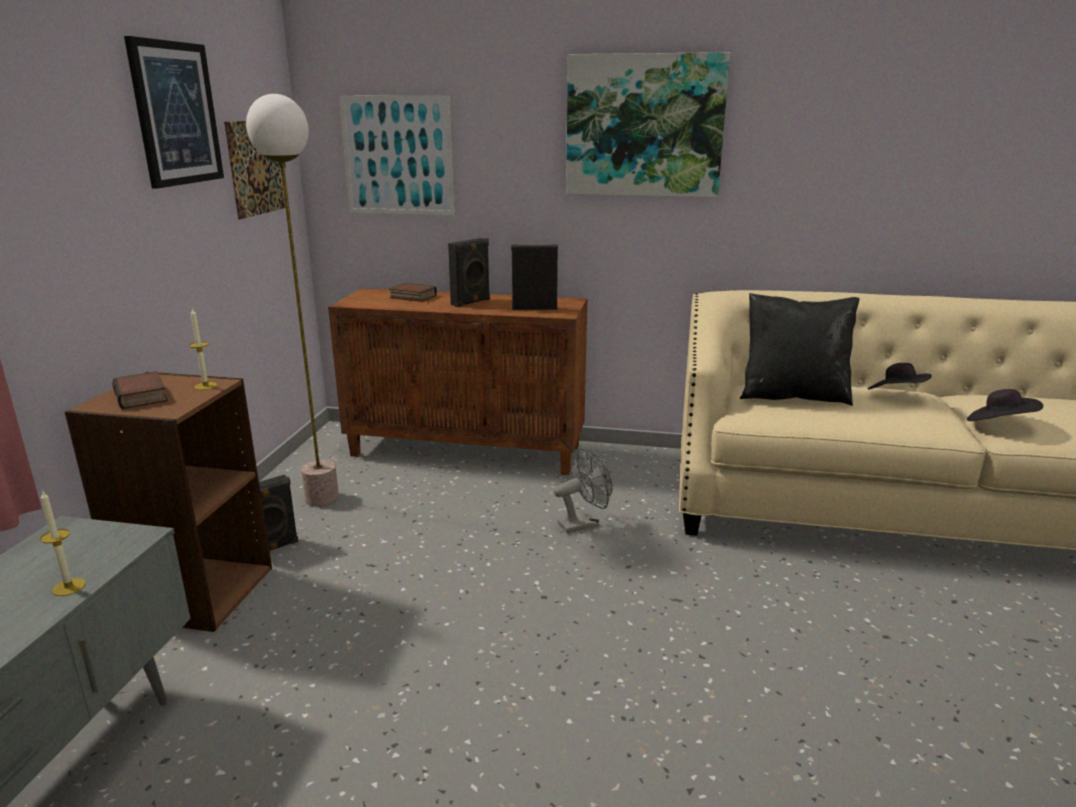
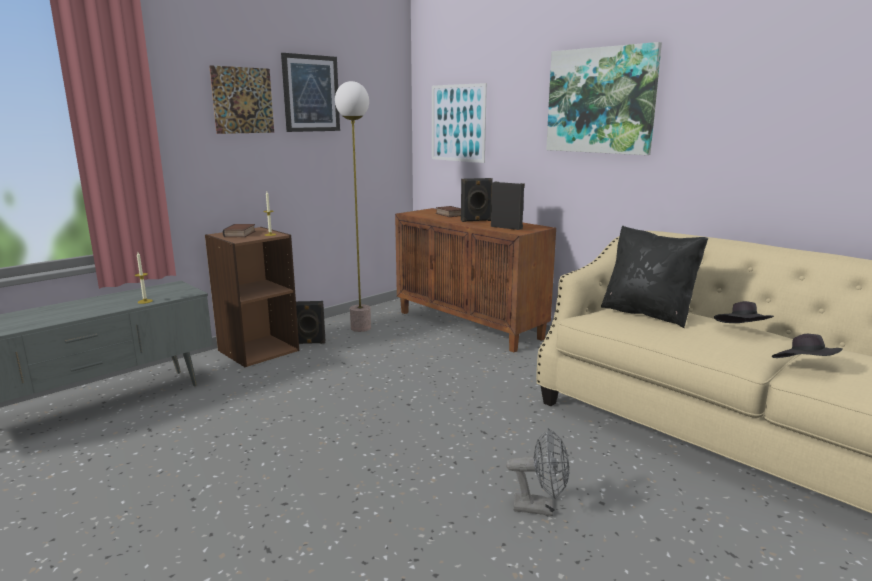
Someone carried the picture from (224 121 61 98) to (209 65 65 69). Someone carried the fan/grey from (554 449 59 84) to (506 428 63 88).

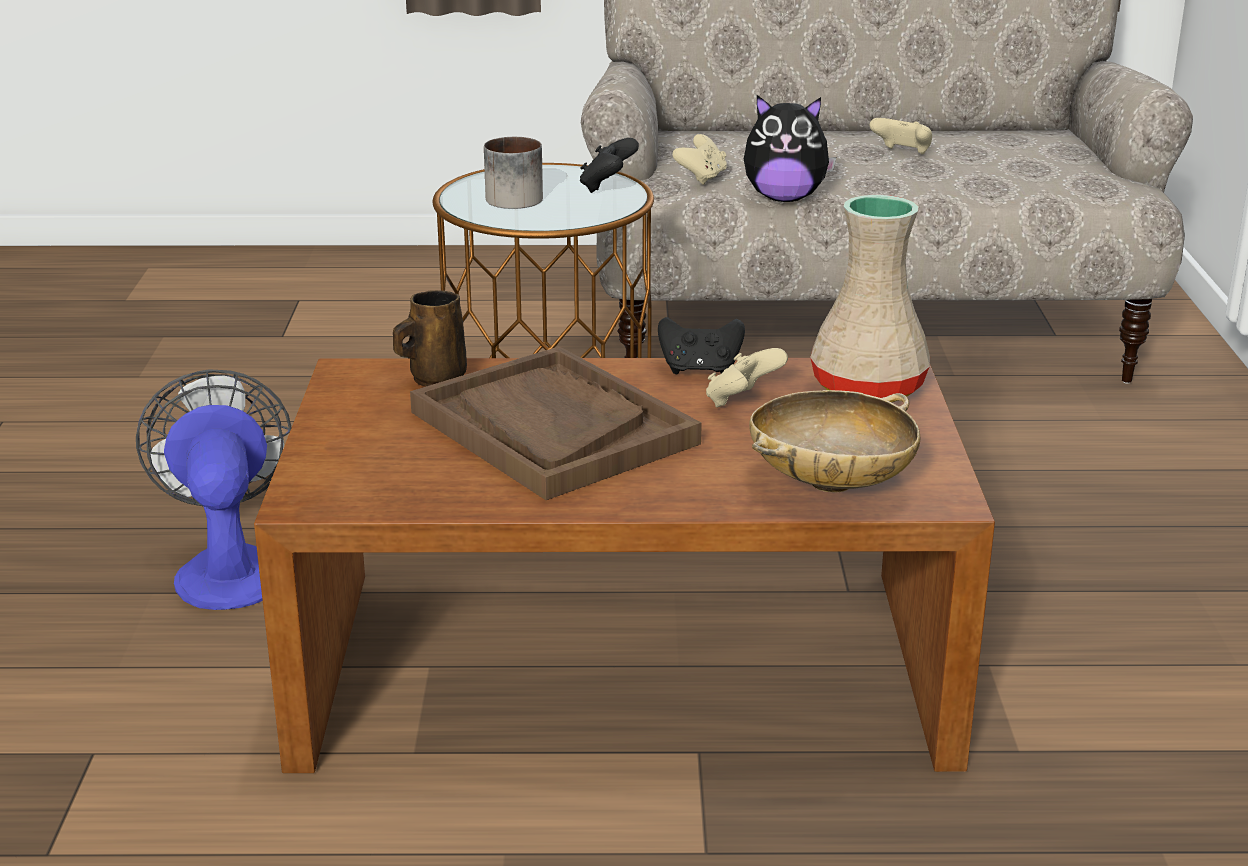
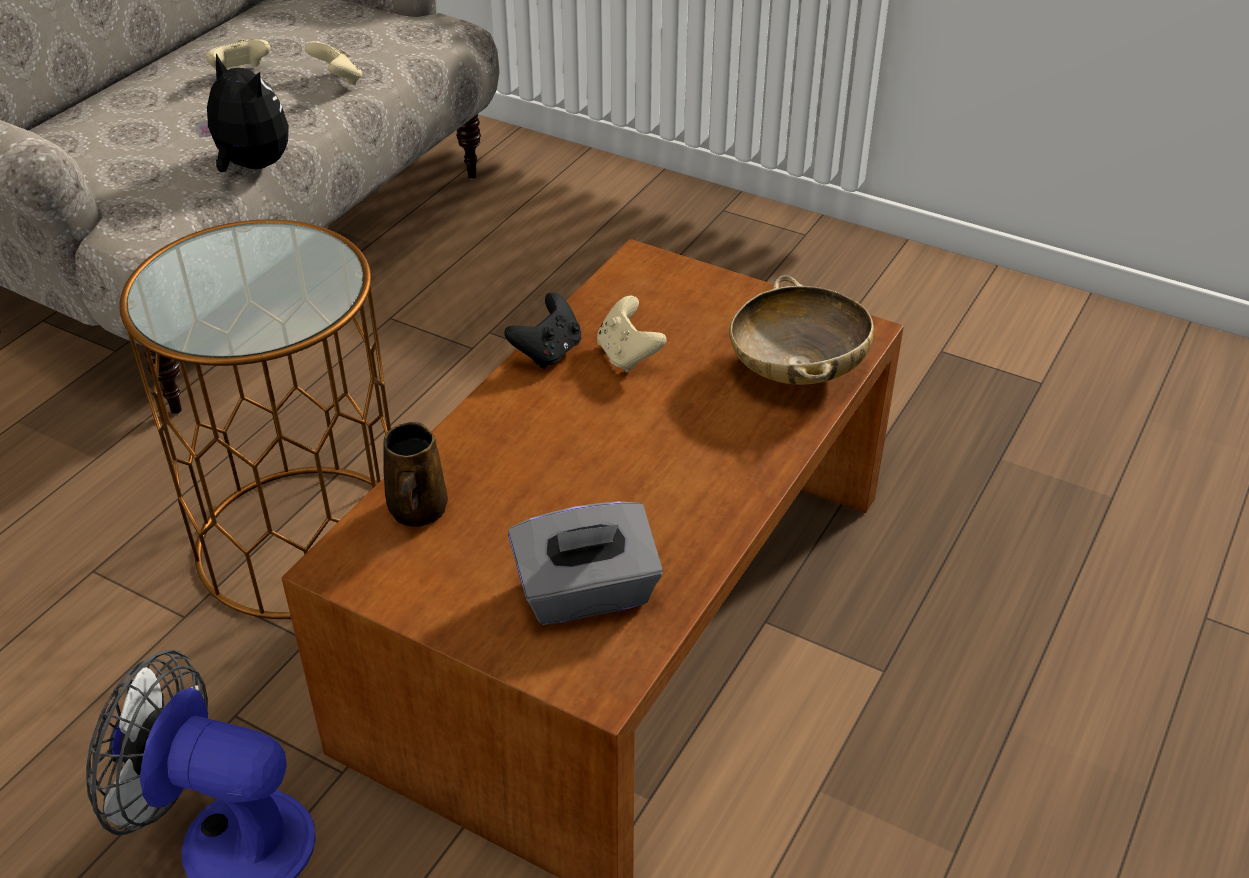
Someone took away the tray/brown at (410 346 292 154). Someone took away the mug at (484 137 59 72). Someone took away the game controller/black at (580 138 59 55). Someone carried the game controller/beige from (672 134 55 51) to (305 41 57 44). Someone rotated the plush toy at (744 95 92 107) by 90 degrees counterclockwise. Someone took away the vase/beige at (810 195 120 207). Someone put down the tissue box/grey at (508 501 155 124).

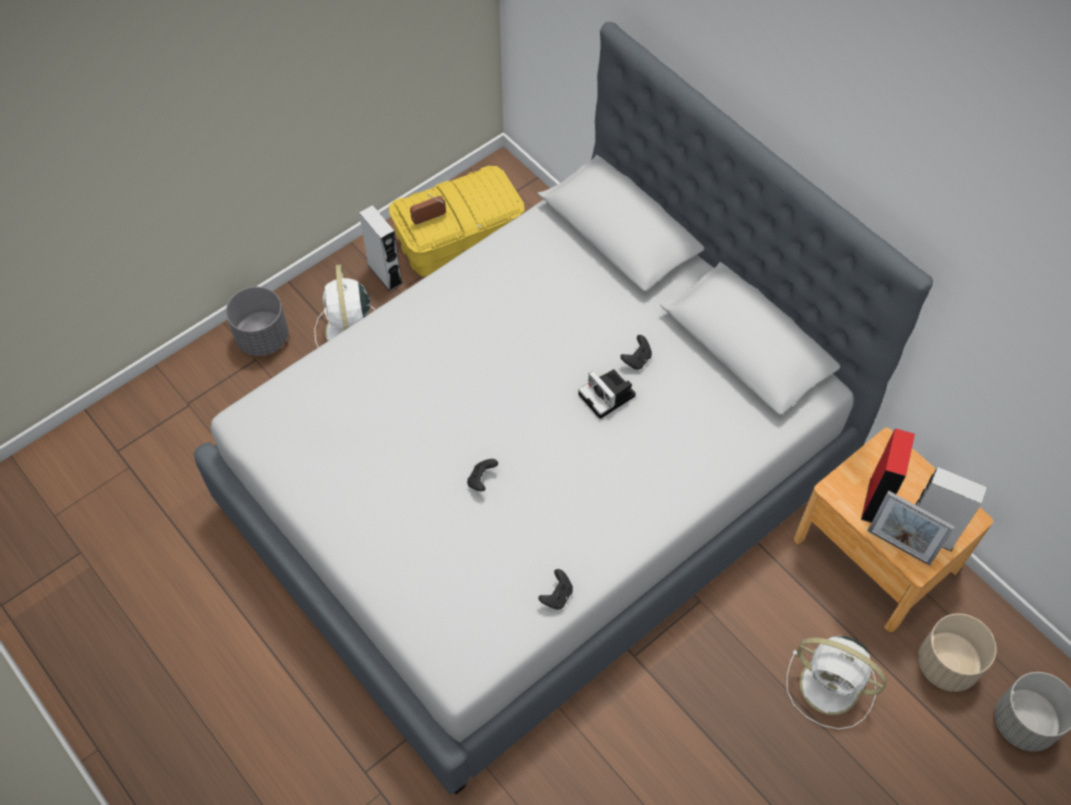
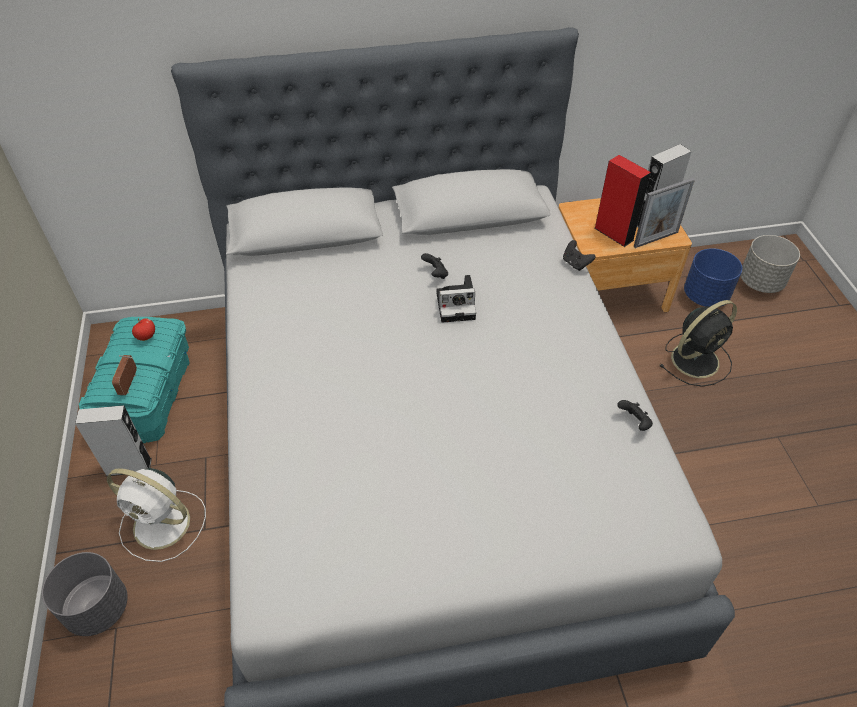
Someone repainted the storage box/yellow at (389 166 136 111), which became the storage box/turquoise at (79 317 111 126). Someone carried the game controller/black from (467 459 31 32) to (563 240 32 31). Someone repainted the fan/white at (787 635 99 95), which became the fan/black at (659 300 78 87). Someone repainted the planter/beige at (918 614 79 78), which became the planter/blue at (684 248 59 59). Someone put down the apple at (132 318 23 23).

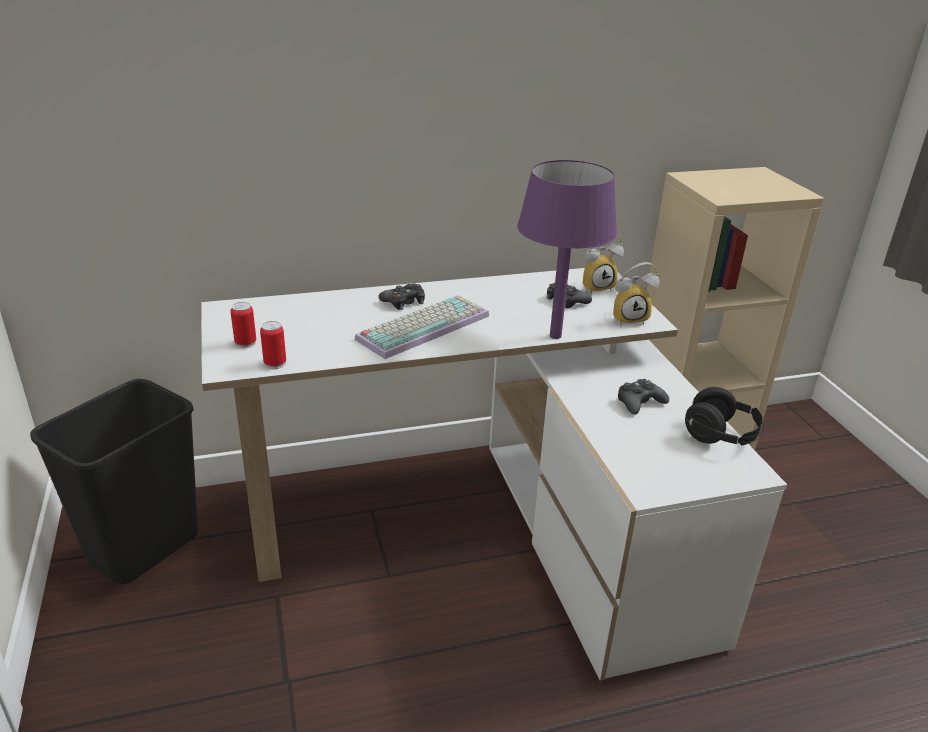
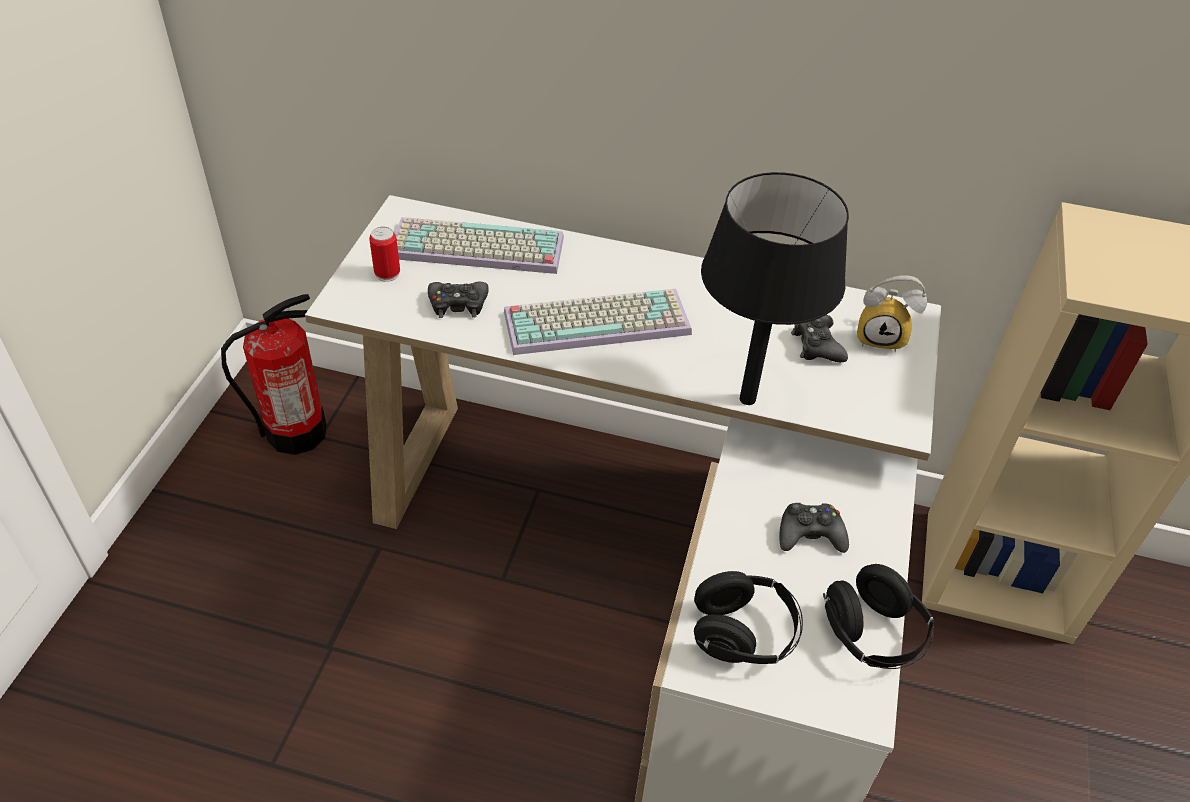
Someone swapped the trash can/black at (30 379 168 205) for the fire extinguisher at (221 294 105 161). Someone took away the can at (260 321 26 48). Someone carried the game controller/black from (379 283 46 27) to (428 282 61 36). Someone repainted the table lamp/purple at (517 160 100 179), which became the table lamp/black at (701 172 148 233). Someone took away the alarm clock at (613 262 47 63). Someone put down the keyboard at (395 217 169 57). Someone put down the headphones/black at (694 571 109 93).

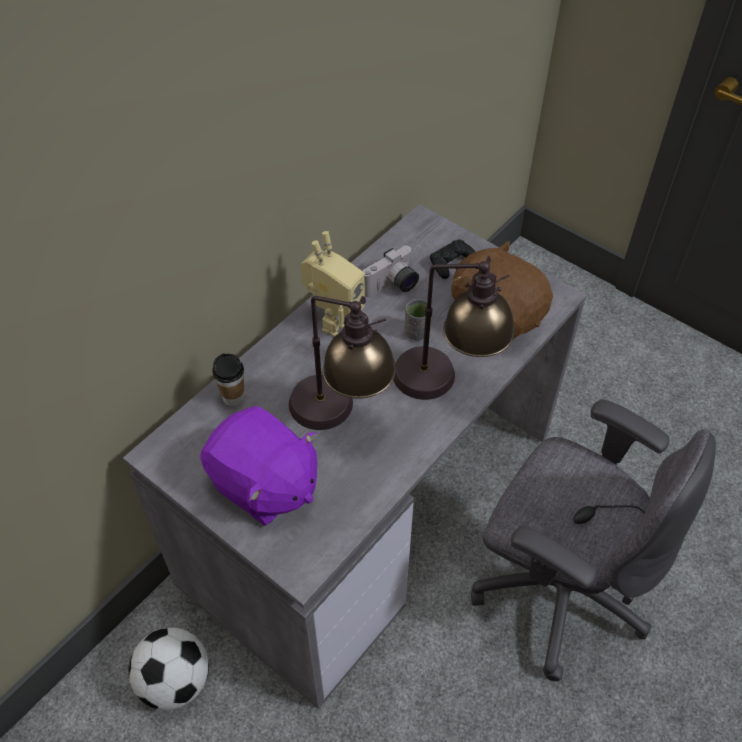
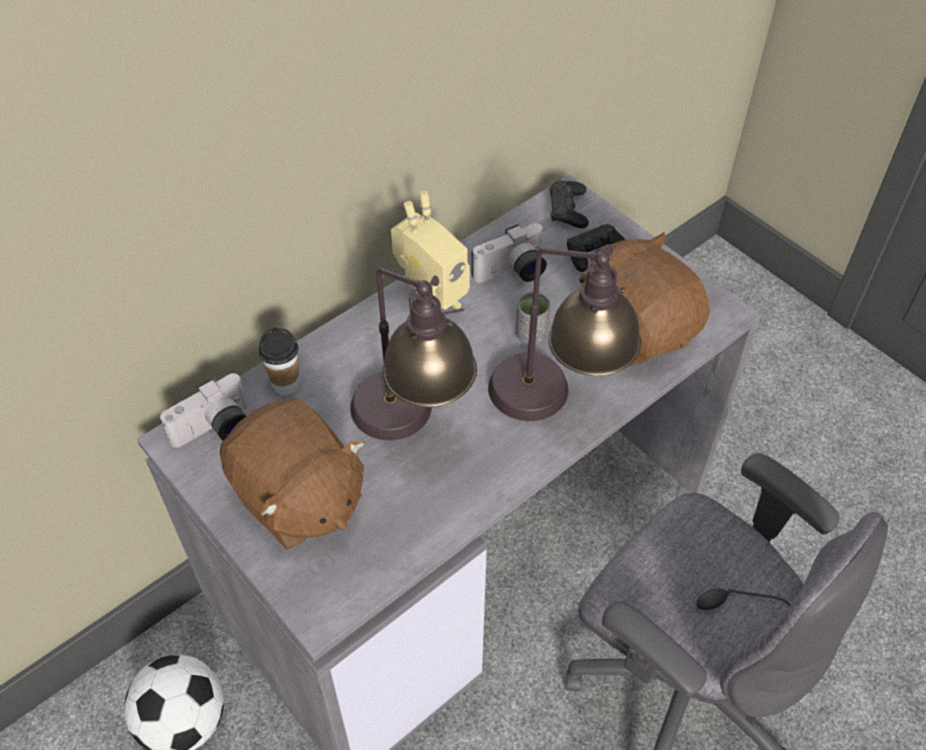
Someone repainted the plush toy/purple at (200 406 117 120), which became the plush toy/brown at (220 398 145 152). Someone put down the photo camera at (160 373 87 75). Someone put down the game controller/black at (550 180 39 48).

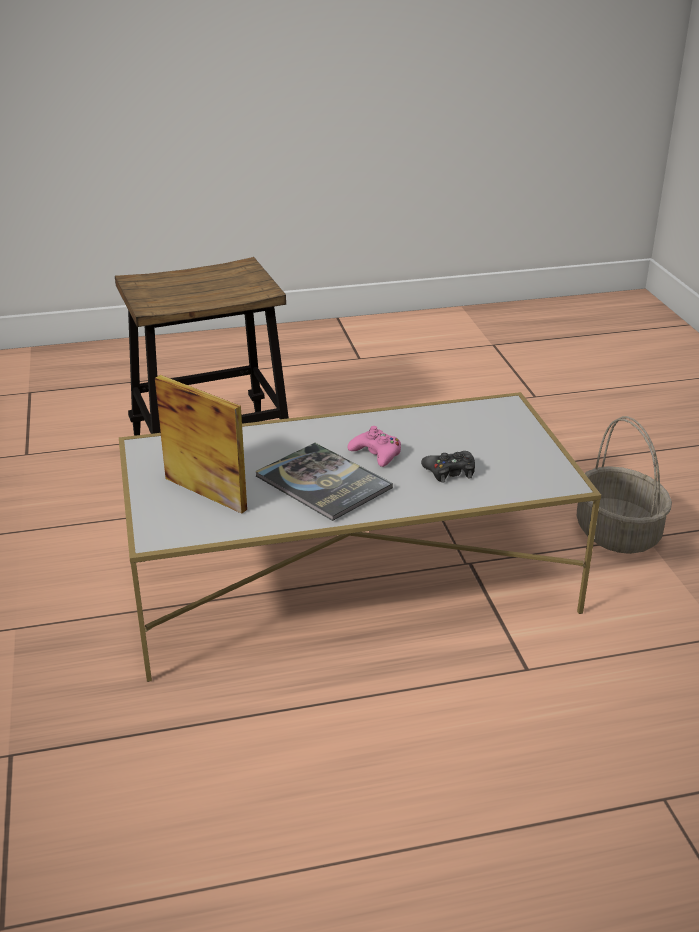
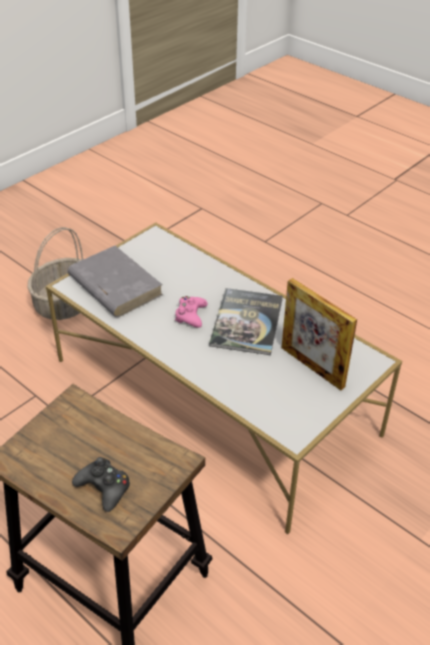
Someone rotated the picture frame at (155 375 92 139) by 45 degrees counterclockwise. Someone carried the game controller/black from (421 451 54 32) to (72 457 58 55). Someone put down the book/grey at (68 246 95 71).

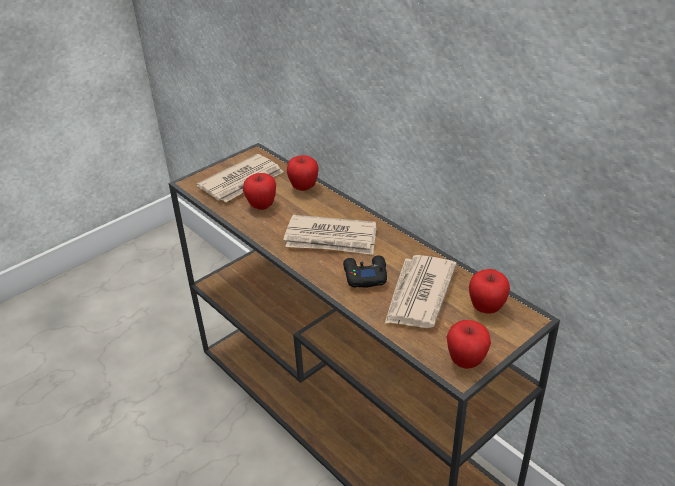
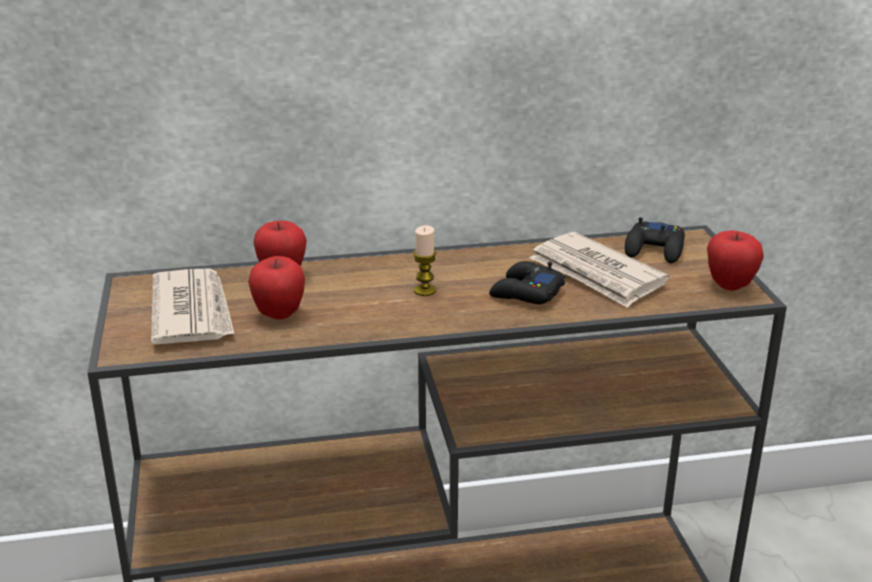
Someone swapped the newspaper at (283 215 93 40) for the candle at (413 226 24 70). Someone swapped the apple at (469 269 41 45) for the game controller/black at (625 217 60 46).

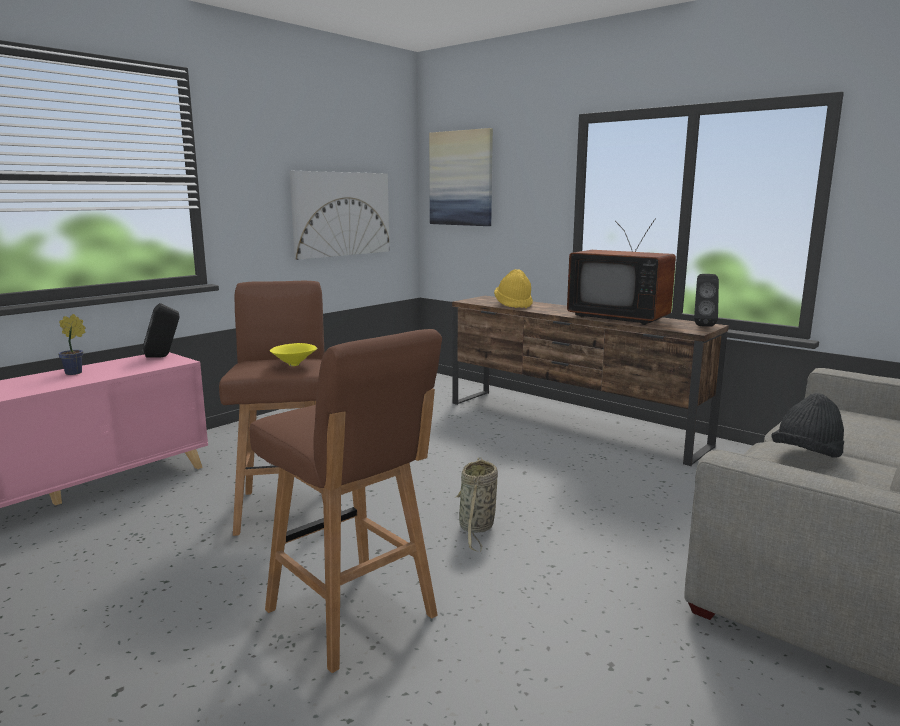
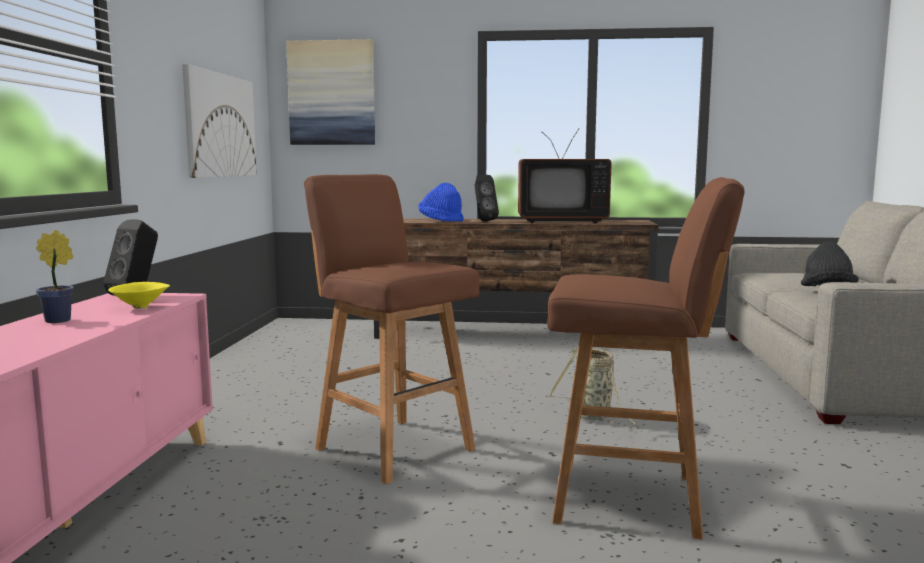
Someone carried the bowl/yellow from (270 343 47 23) to (108 282 62 27). Someone repainted the hat/yellow at (494 269 39 39), which became the hat/blue at (418 183 46 39). Someone carried the speaker/black from (694 274 25 53) to (475 175 24 46).

